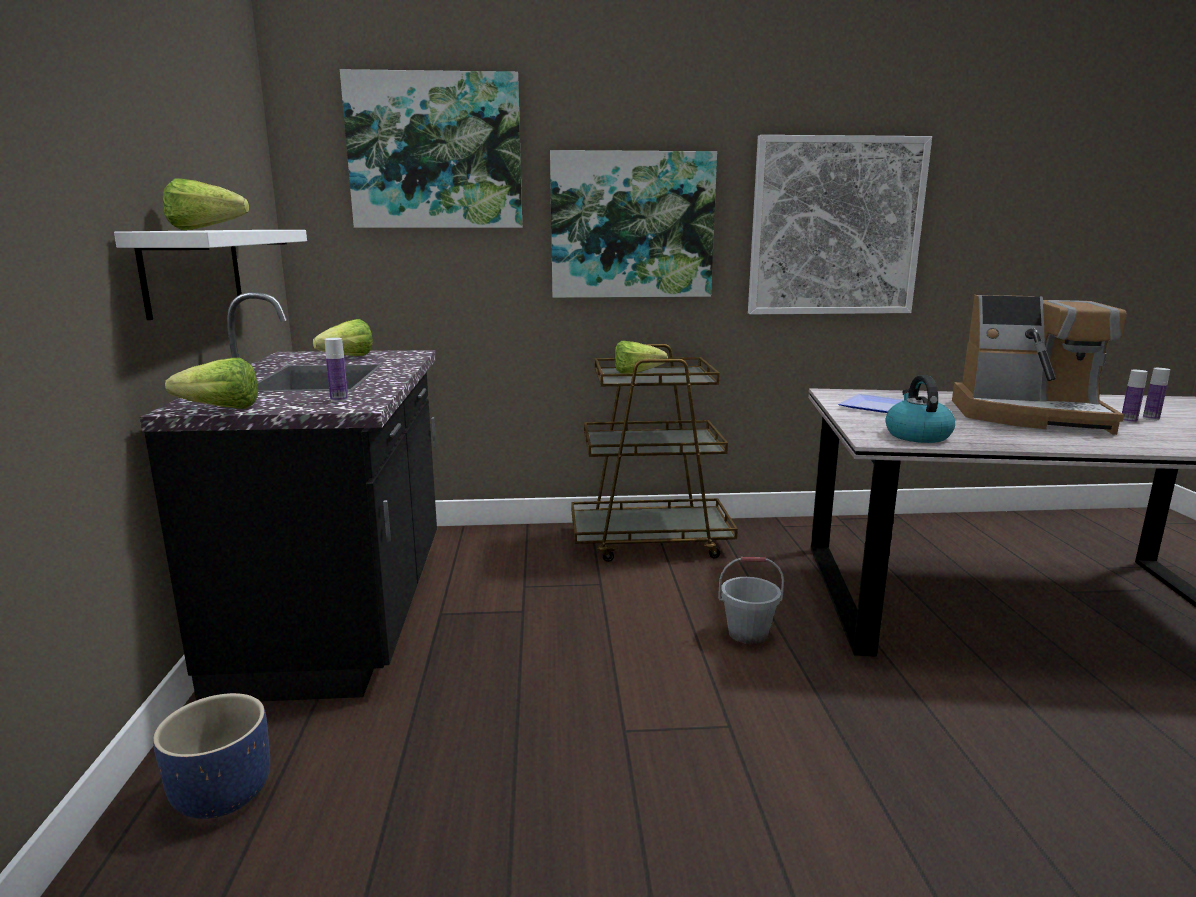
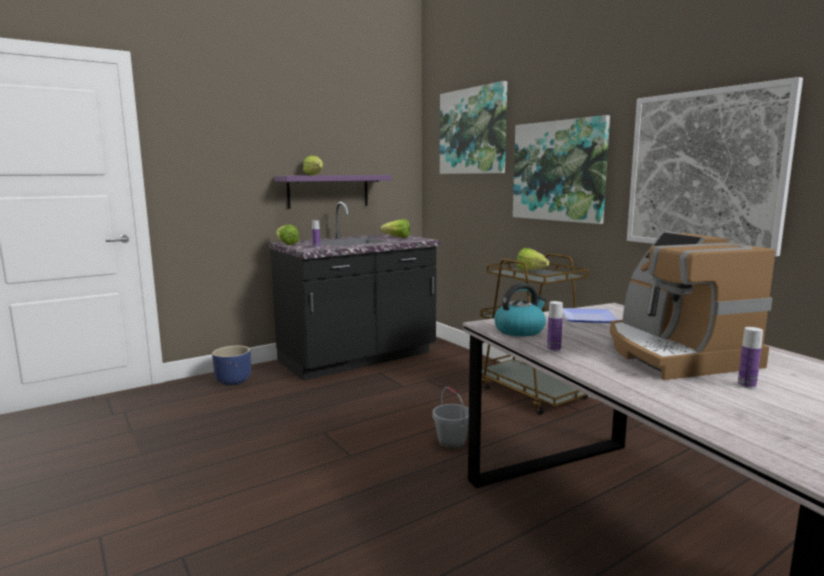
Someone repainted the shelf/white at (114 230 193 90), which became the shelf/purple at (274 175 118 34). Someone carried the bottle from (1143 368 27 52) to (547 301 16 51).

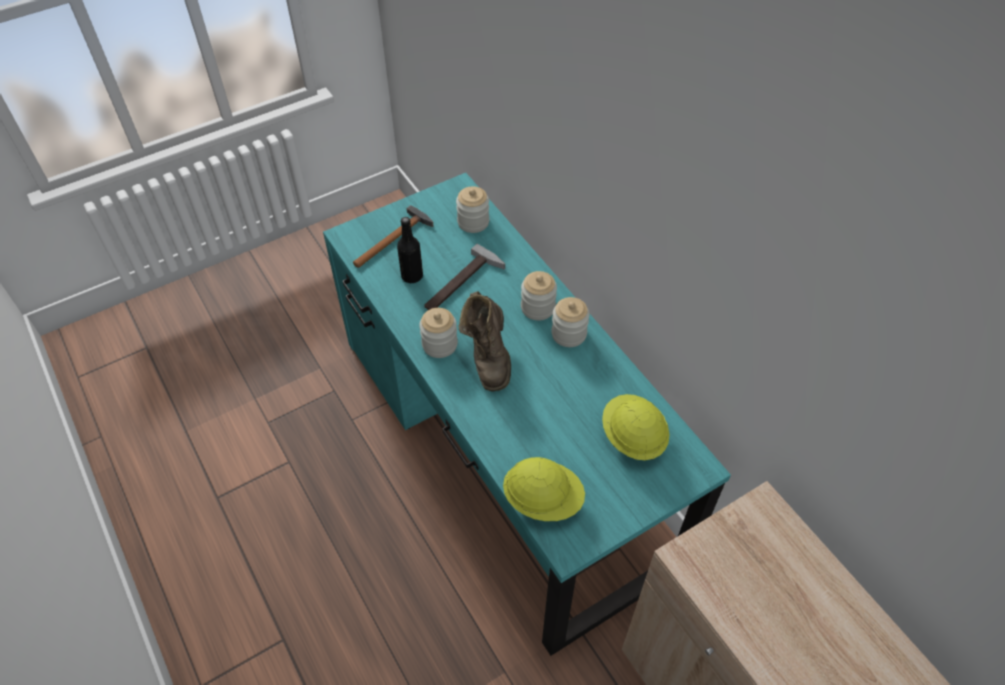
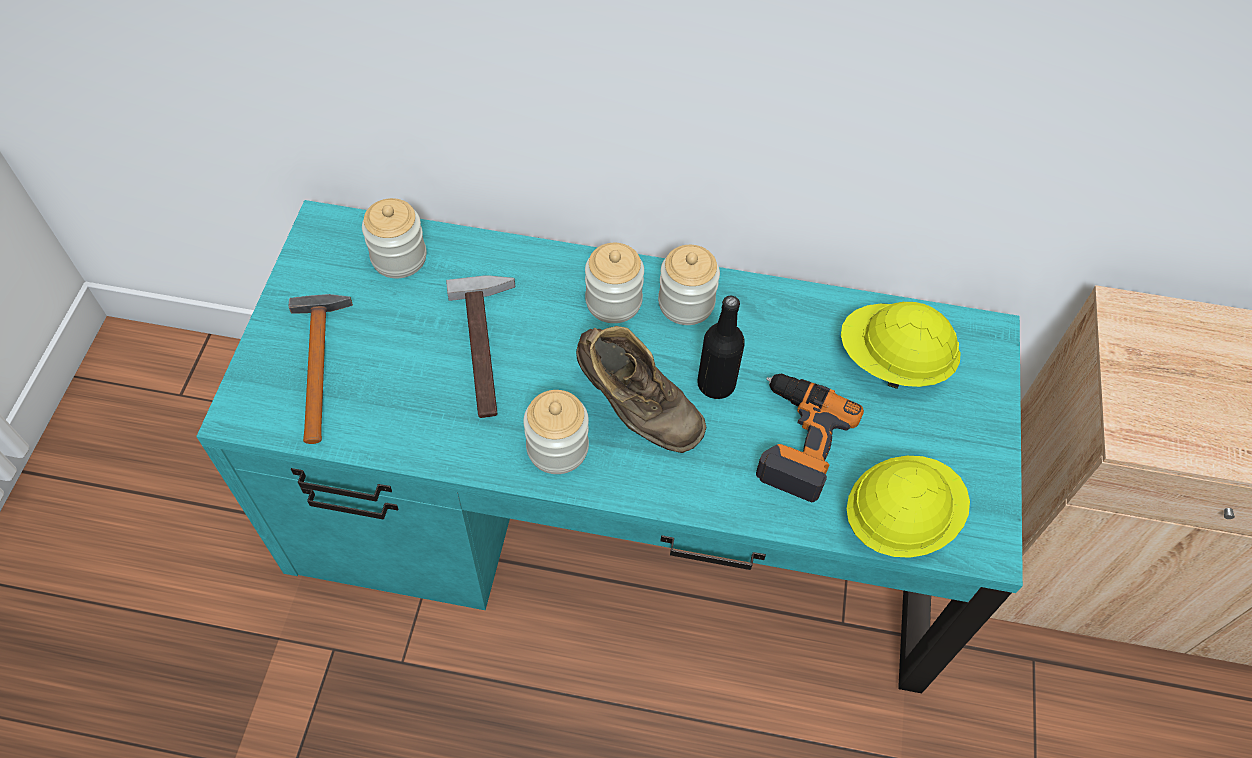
Someone carried the bottle/black from (397 217 26 66) to (697 295 48 104). Someone put down the power drill at (756 373 108 130).

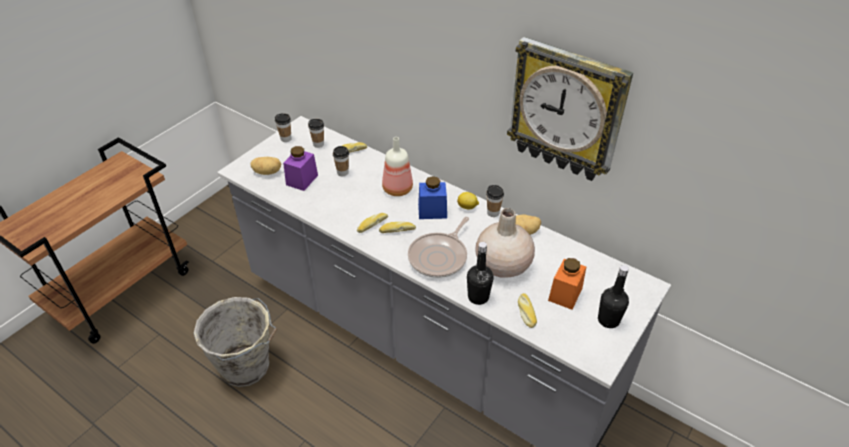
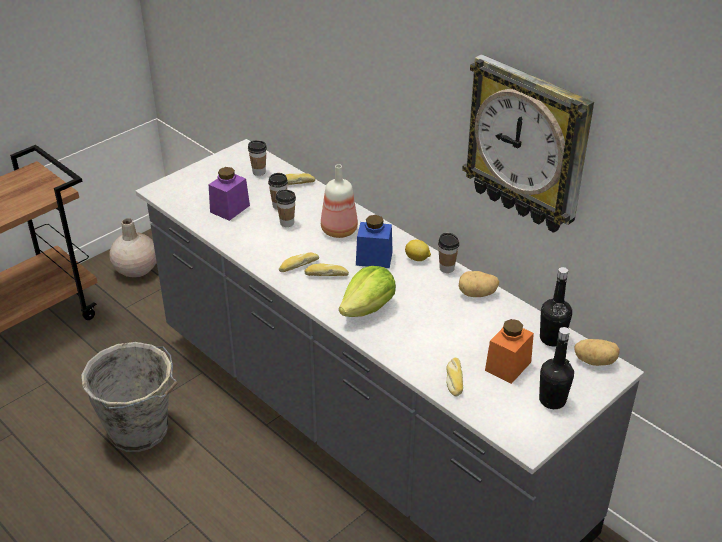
Someone carried the potato from (250 157 31 18) to (574 339 46 27). Someone carried the cup from (275 113 16 29) to (276 190 20 37). Someone swapped the frying pan at (408 217 61 61) for the lettuce at (339 266 57 51). Someone carried the bottle/black from (467 242 26 63) to (540 267 32 80). Someone carried the vase/beige from (475 208 60 70) to (109 218 48 59).

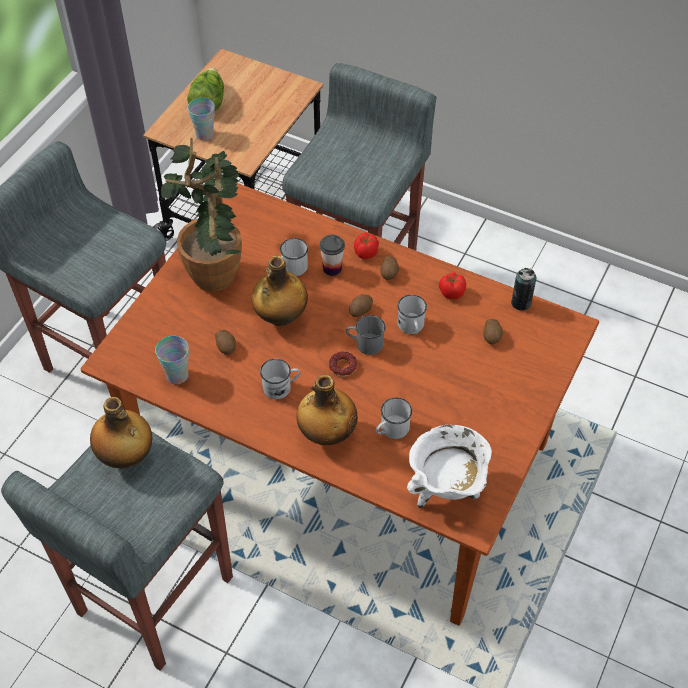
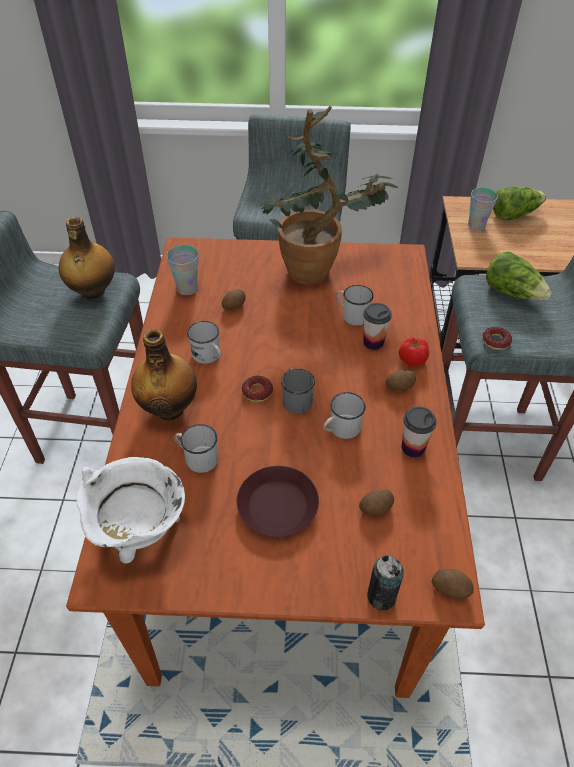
Someone took away the bottle at (252 256 56 70). Someone carried the potato from (349 294 24 23) to (432 569 42 30). Someone swapped the tomato at (439 272 27 27) for the cup at (402 407 35 51). Someone carried the can from (511 268 26 43) to (367 555 37 56). Someone put down the plate/brown at (237 466 82 71). Someone put down the donut at (483 327 29 23). Someone put down the lettuce at (486 251 66 49).

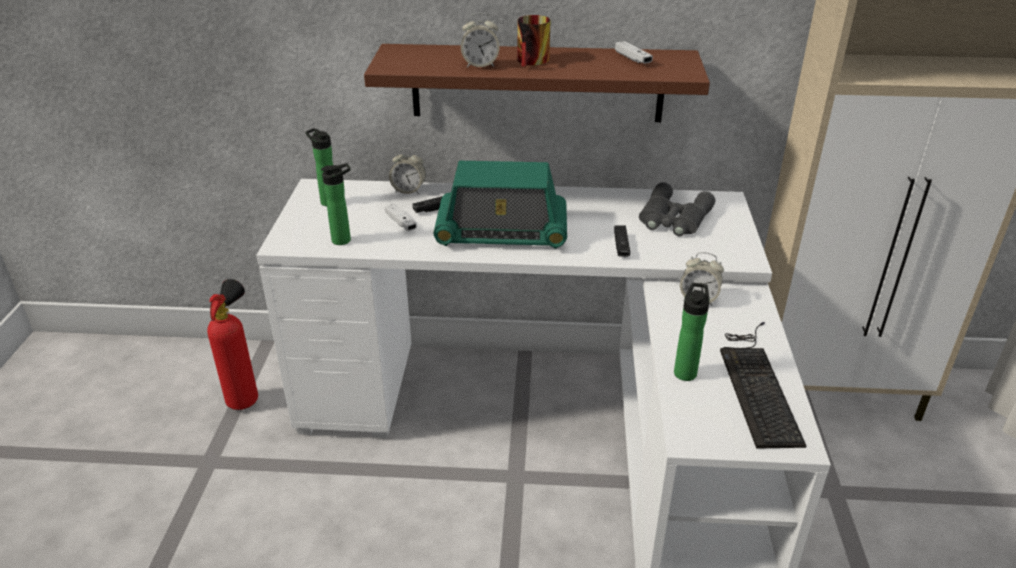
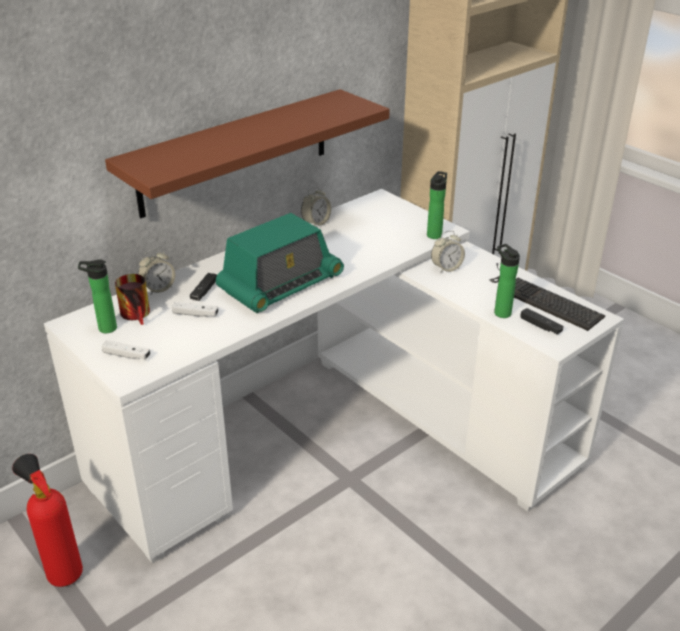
Someone carried the bottle from (321 163 30 82) to (427 171 20 68). Someone carried the alarm clock from (461 13 39 55) to (301 186 30 40). Someone carried the mug from (517 15 33 52) to (115 274 35 51). Someone carried the game controller/black from (614 225 16 32) to (520 308 44 27). Someone carried the game controller/white from (615 41 38 23) to (102 340 48 20). Someone took away the binoculars/grey at (639 182 76 54).

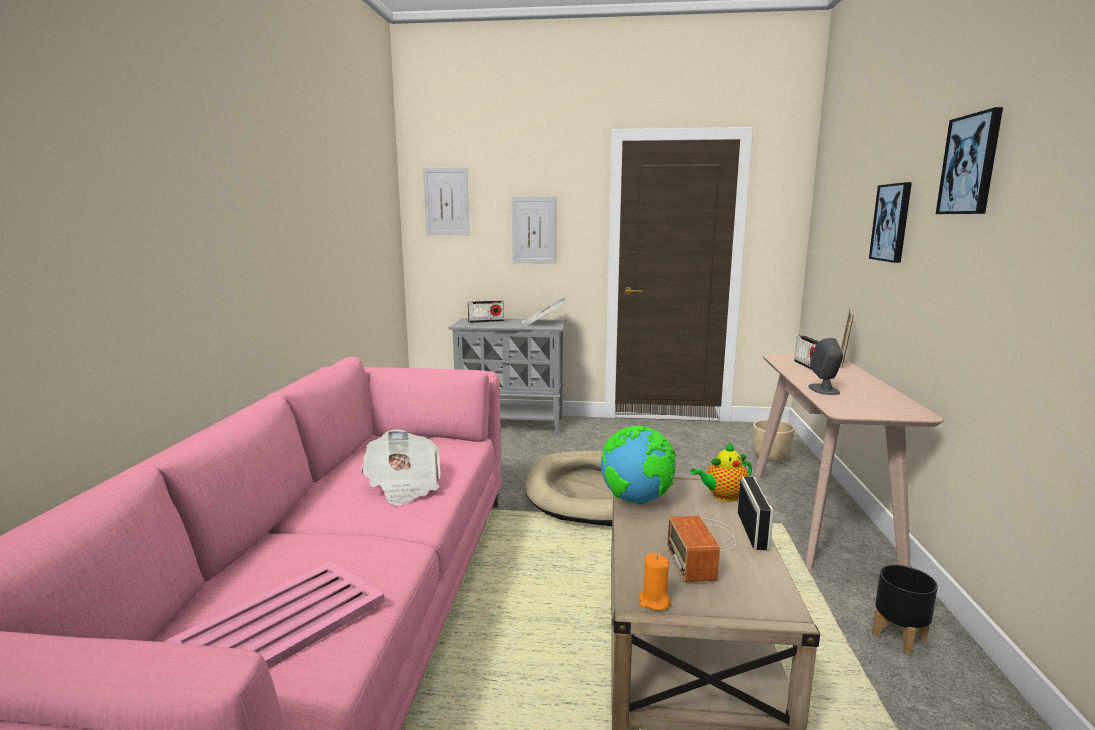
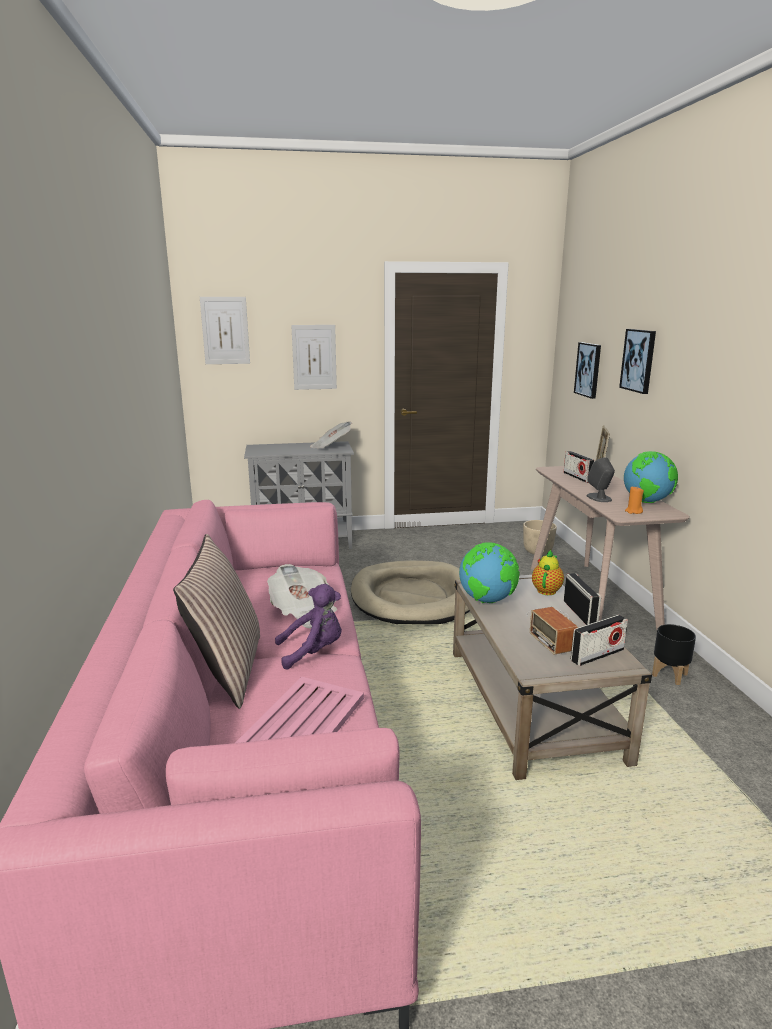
Someone carried the radio from (468 300 36 23) to (570 615 58 51). Someone carried the candle/orange from (639 553 31 58) to (625 487 19 27). Someone rotated the teapot at (691 443 61 59) by 150 degrees clockwise. Someone carried the picture from (936 107 67 107) to (574 342 27 57). Someone put down the pillow at (173 534 87 175). Someone put down the plush toy/purple at (275 584 67 85). Someone put down the globe at (624 451 54 52).

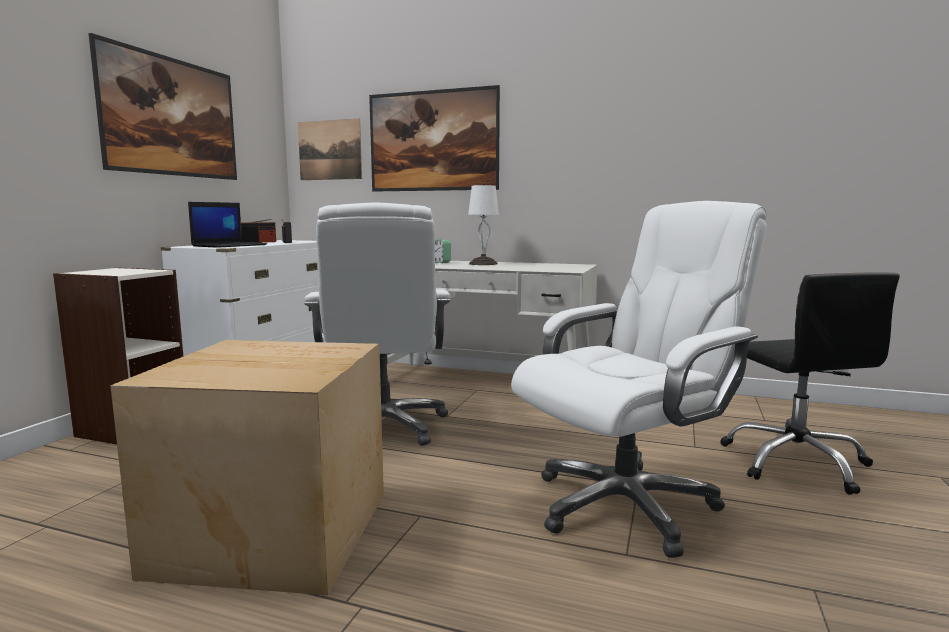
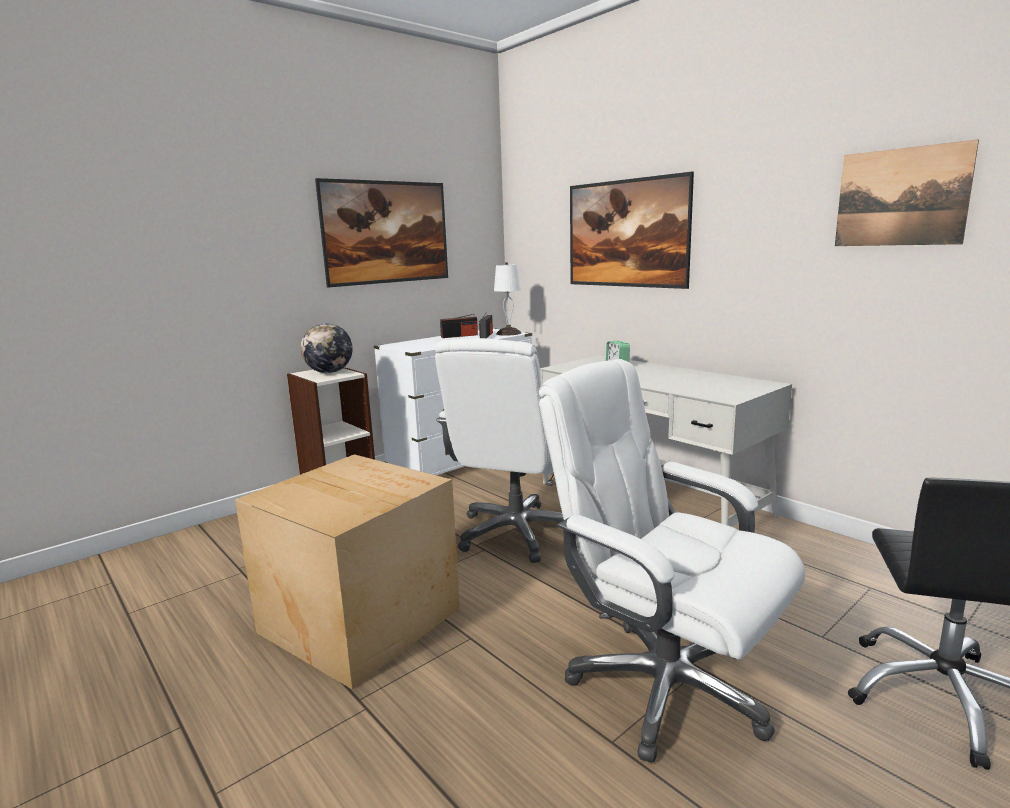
Someone took away the laptop at (188 202 79 46). Someone carried the picture from (298 118 64 62) to (835 139 144 107). Someone carried the table lamp/white from (468 183 31 82) to (494 262 27 74). Someone rotated the office chair/white at (511 201 256 357) by 135 degrees counterclockwise. Someone put down the globe at (301 323 52 50).

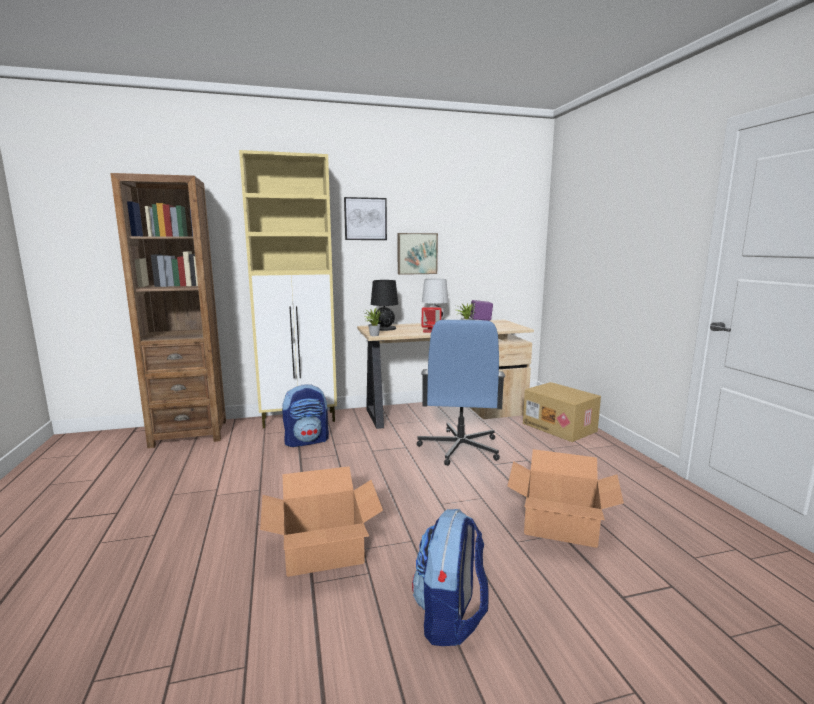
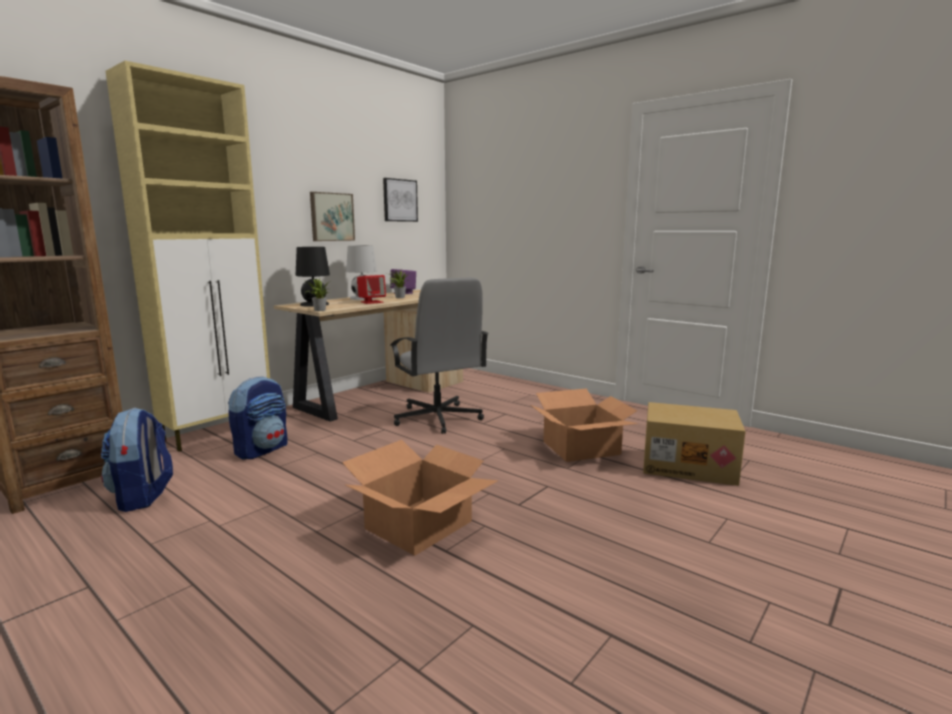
Someone carried the picture from (344 197 43 43) to (383 178 35 44). Someone carried the backpack from (412 509 77 137) to (101 407 72 105). Someone repainted the office chair/blue at (417 320 88 146), which became the office chair/grey at (390 278 99 156). Someone carried the cardboard box from (523 382 78 60) to (643 402 103 84).

